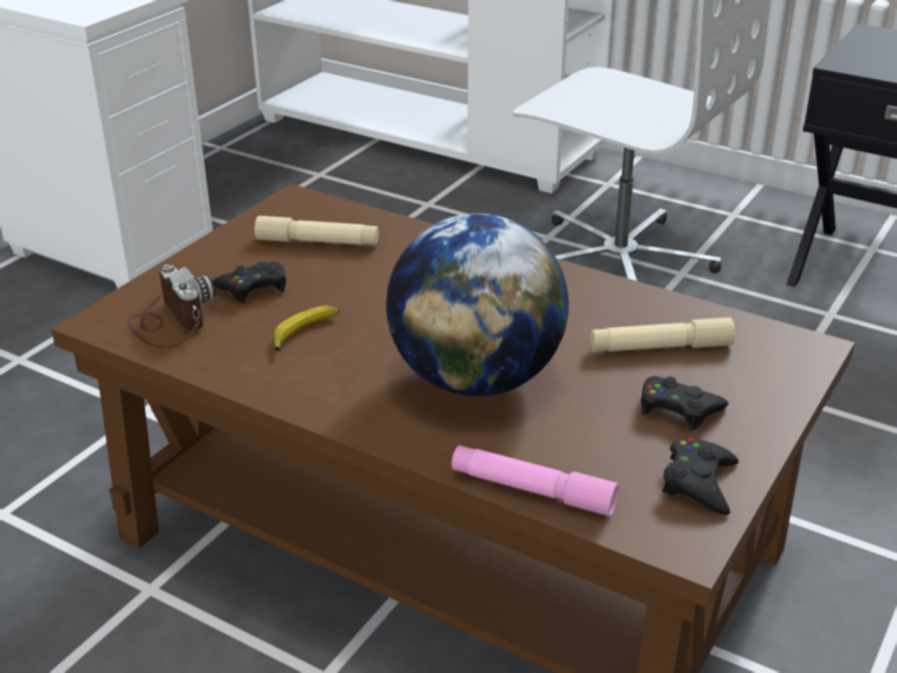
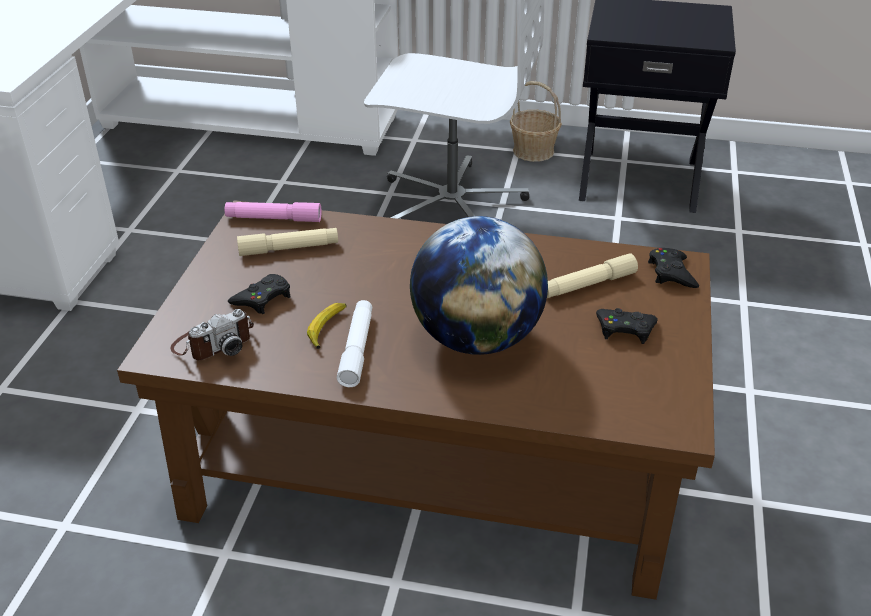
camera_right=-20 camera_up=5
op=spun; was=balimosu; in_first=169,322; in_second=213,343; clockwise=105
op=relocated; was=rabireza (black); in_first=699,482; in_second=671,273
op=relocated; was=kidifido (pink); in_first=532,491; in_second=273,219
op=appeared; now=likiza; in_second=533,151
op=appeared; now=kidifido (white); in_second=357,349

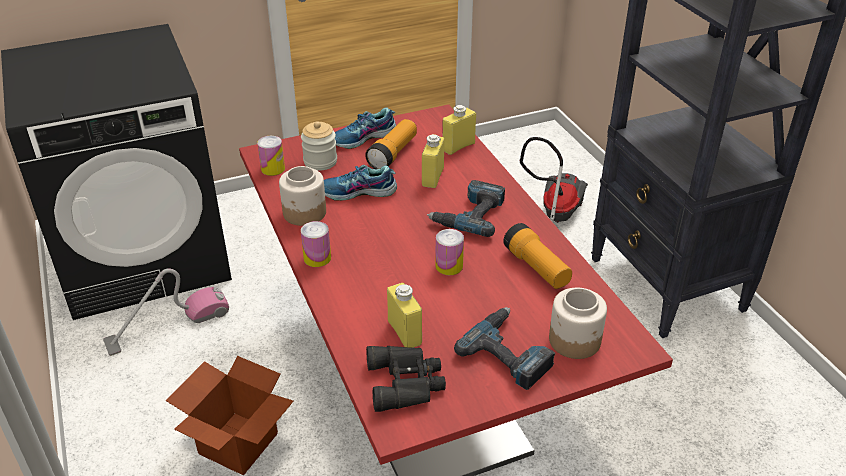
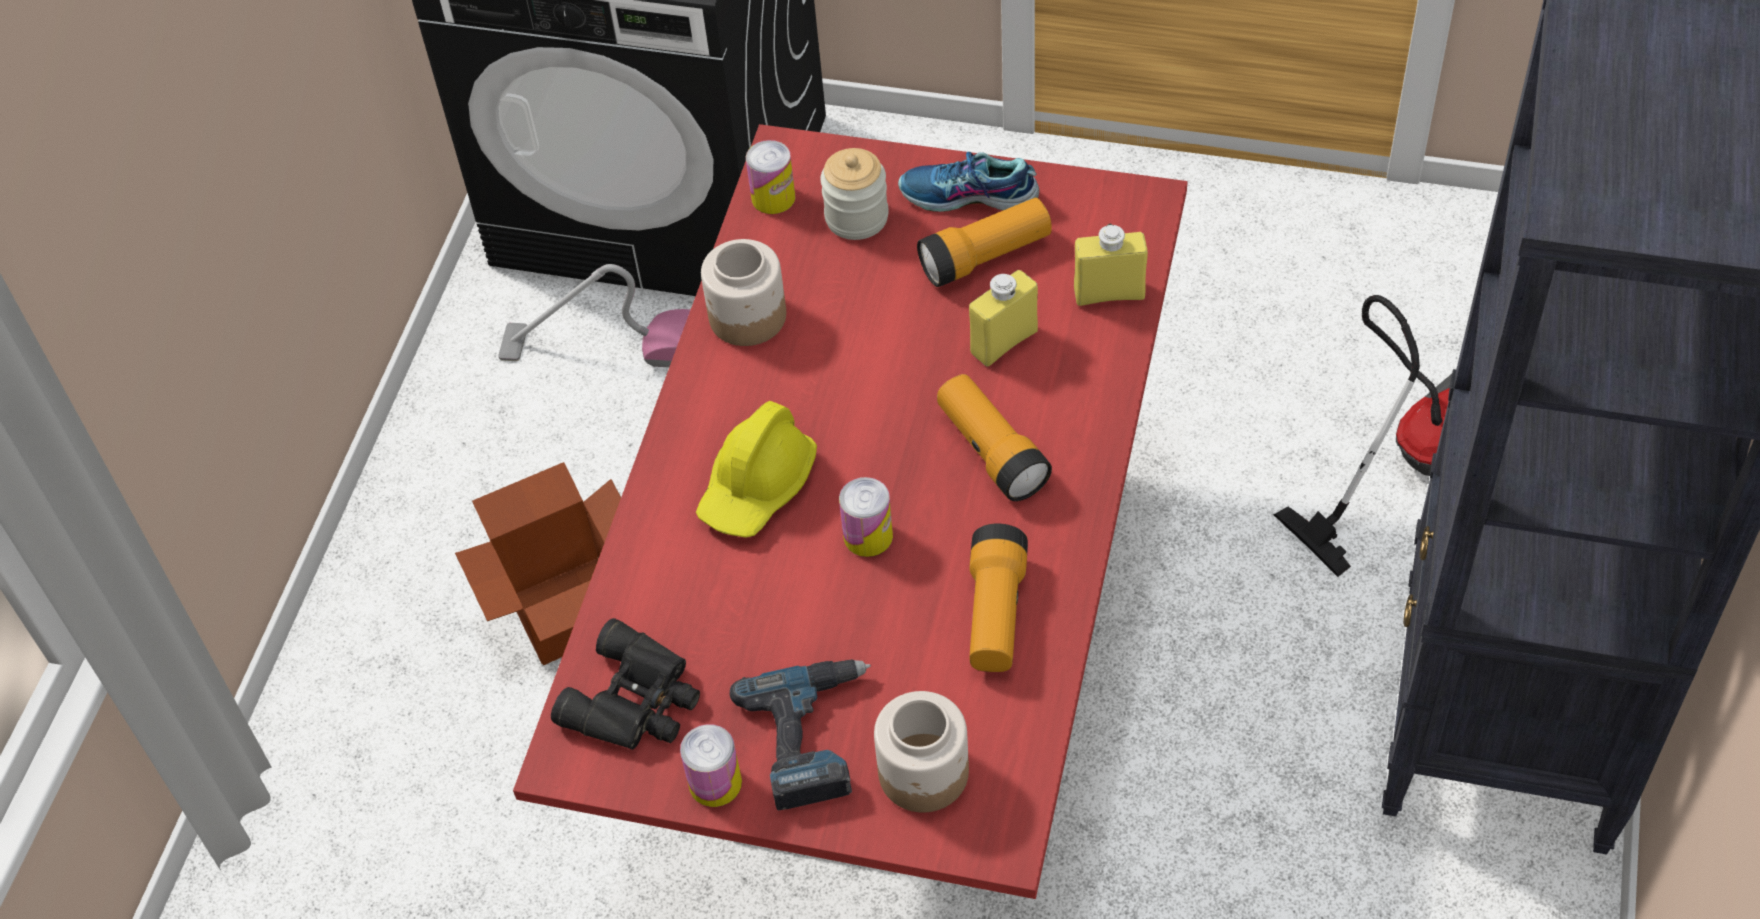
camera_right=40 camera_up=15
op=missing; was=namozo; in_first=358,192
op=exchanged; was=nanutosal; now=kidifido; in_first=469,214; in_second=991,451
op=relocated; was=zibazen; in_first=317,258; in_second=715,783
op=missing; was=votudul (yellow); in_first=404,333
op=appeared; now=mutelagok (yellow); in_second=758,486

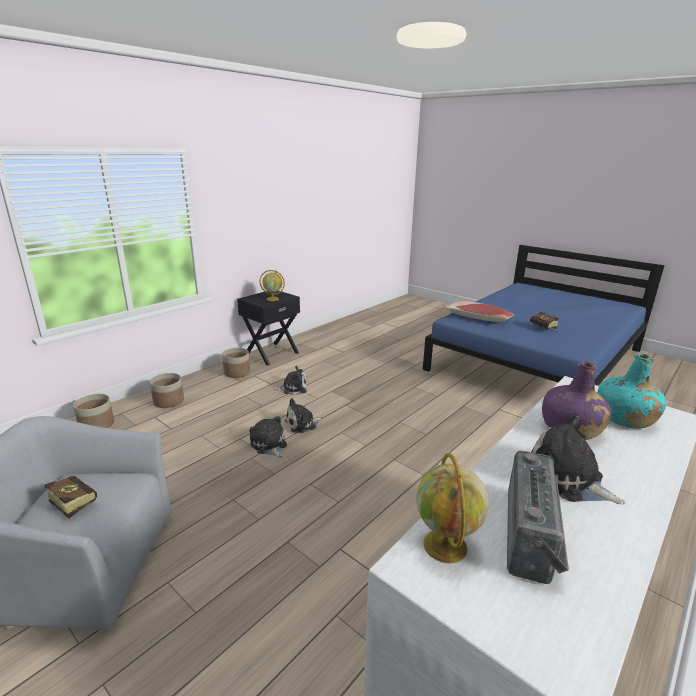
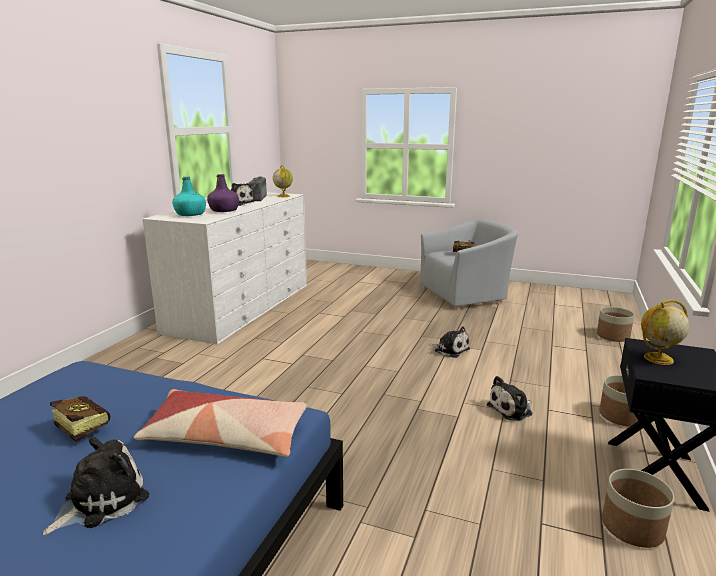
camera_right=160 camera_up=-5
op=relocated; was=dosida; in_first=168,401; in_second=632,527
op=relocated; was=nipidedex; in_first=302,424; in_second=101,500

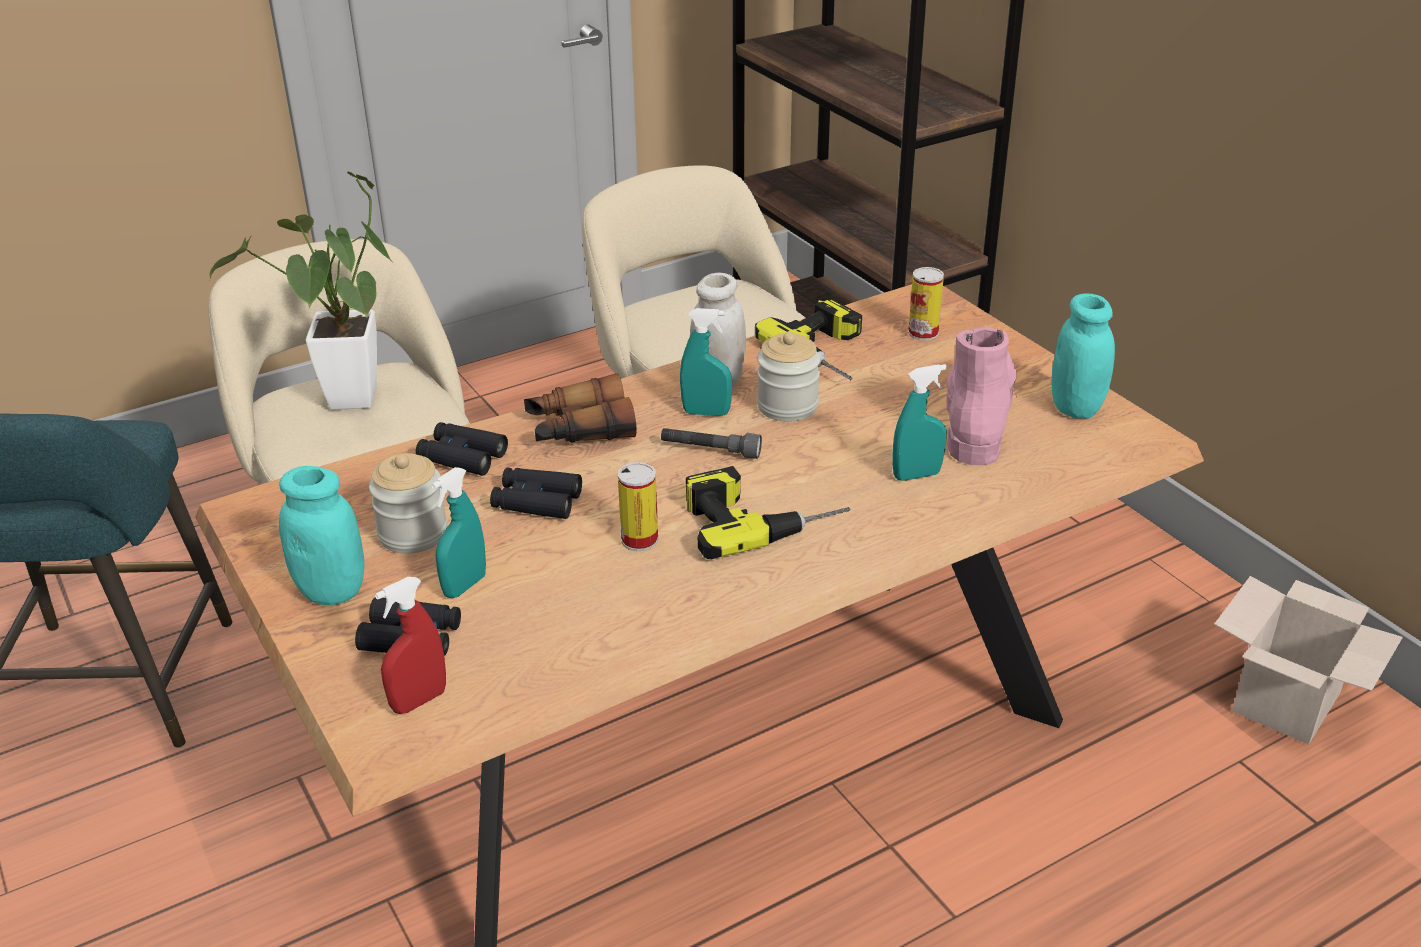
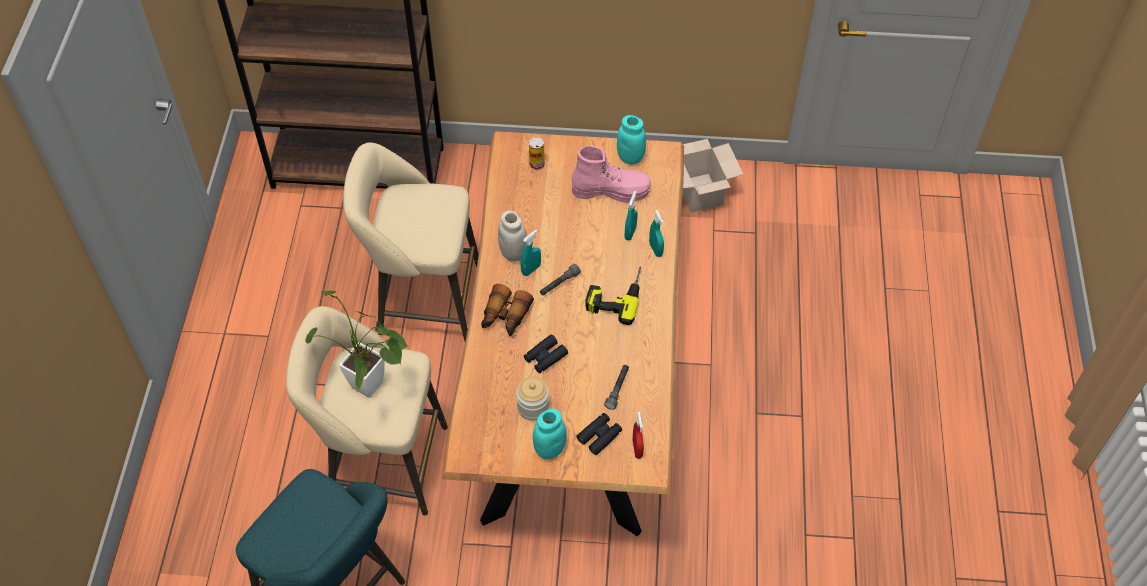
camera_right=-55 camera_up=20
op=missing; was=nanutosal; in_first=830,352
op=spun; was=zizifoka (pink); in_first=977,418; in_second=611,190; clockwise=135
op=missing; was=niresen; in_first=787,406
op=missing; was=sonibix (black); in_first=462,457
op=missing; was=zibazen; in_first=639,539
op=relocated; was=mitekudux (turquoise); in_first=464,586; in_second=655,249
op=appeared; now=kidifido (grey); in_second=617,389

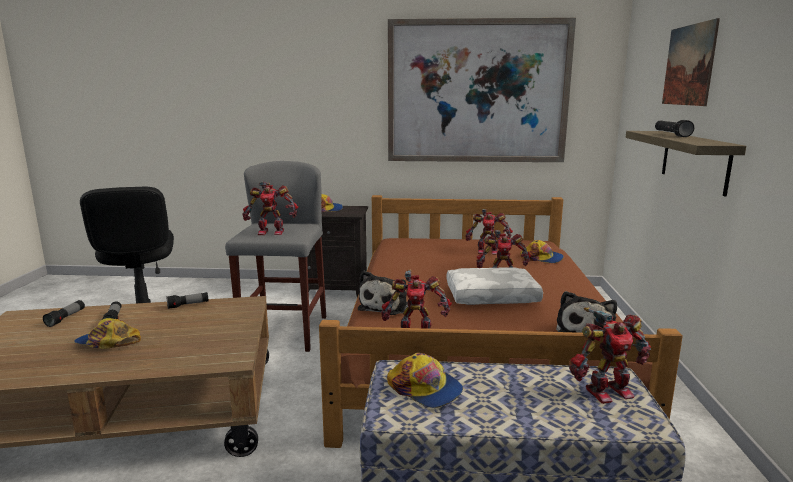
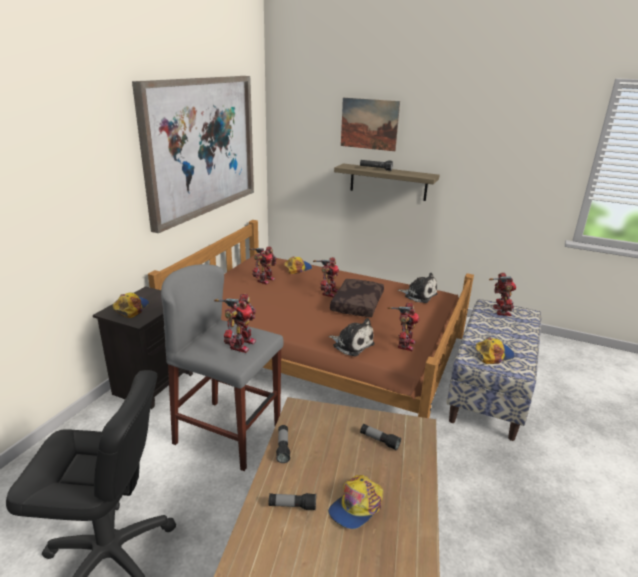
camera_right=-70 camera_up=10
op=colour; was=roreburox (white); now=roreburox (brown); in_first=492,296; in_second=356,304
op=relocated; was=kidifido; in_first=66,318; in_second=379,441

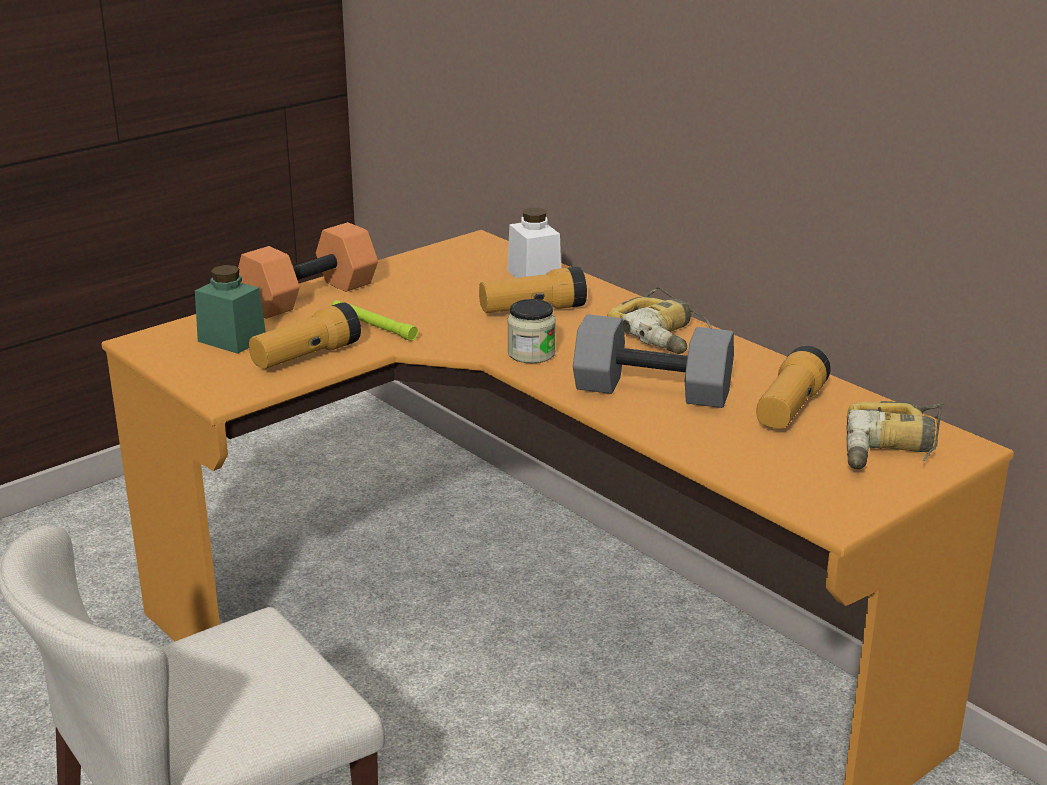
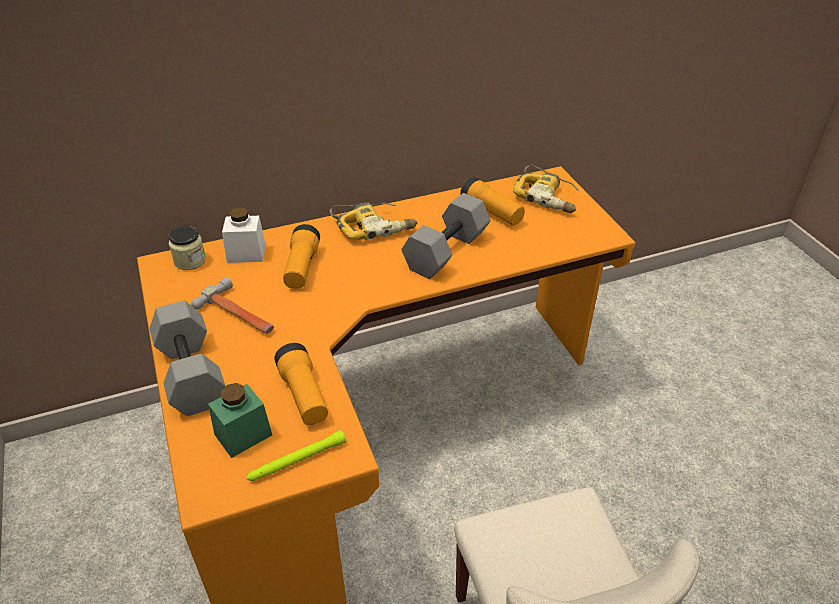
camera_right=-70 camera_up=15
op=colour; was=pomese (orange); now=pomese (grey); in_first=310,297; in_second=193,373
op=relocated; was=niresen; in_first=531,354; in_second=190,261
op=relocated; was=kidifido (green); in_first=372,325; in_second=297,461
op=appeared; now=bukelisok; in_second=239,314

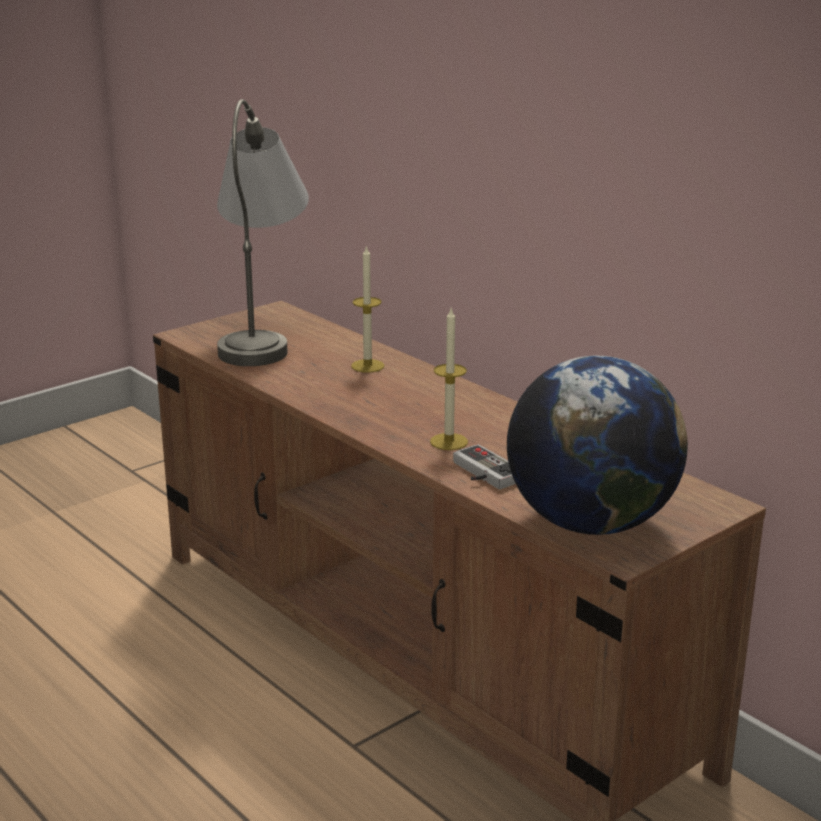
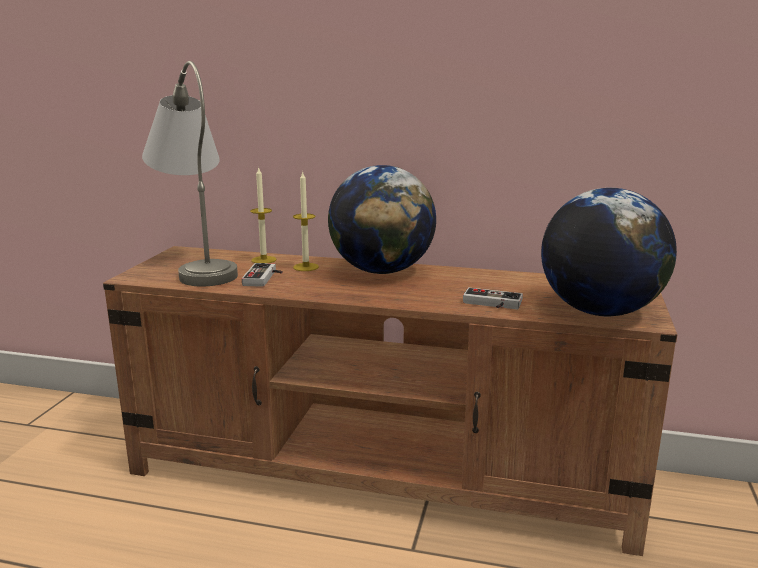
camera_right=-35 camera_up=-5
op=relocated; was=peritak; in_first=449,442; in_second=263,260
op=appeared; now=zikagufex; in_second=382,271
op=appeared; now=rabireza; in_second=264,278

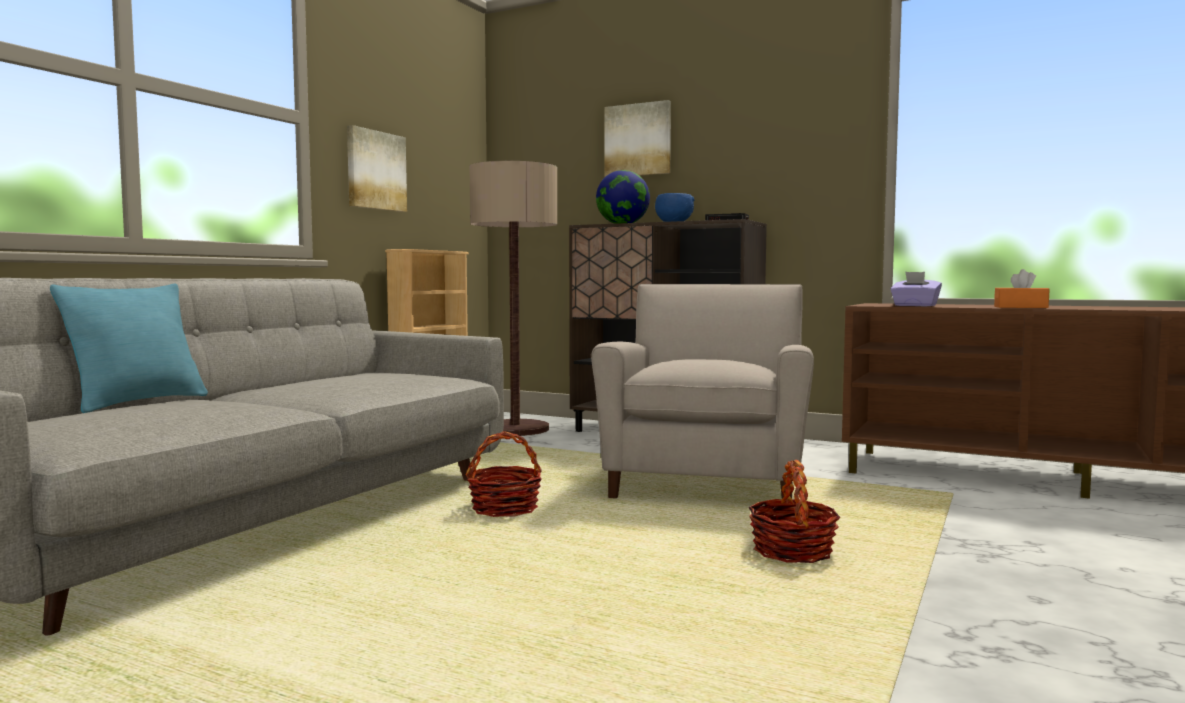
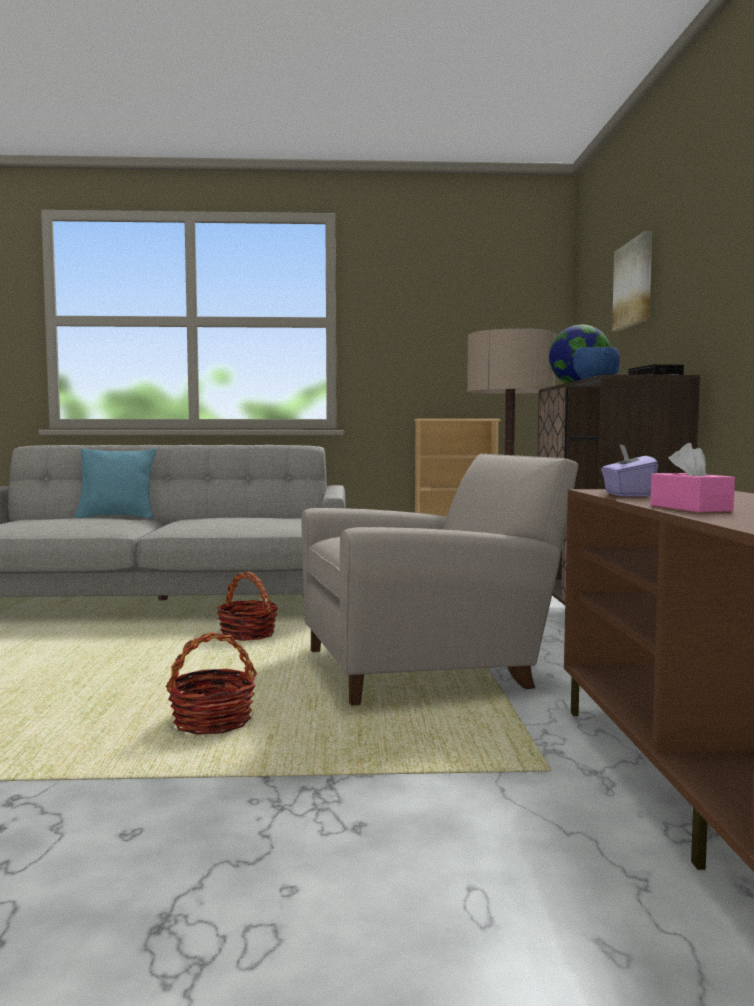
camera_right=60 camera_up=0
op=missing; was=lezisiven; in_first=375,170
op=colour; was=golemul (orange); now=golemul (pink); in_first=1020,307; in_second=690,508

